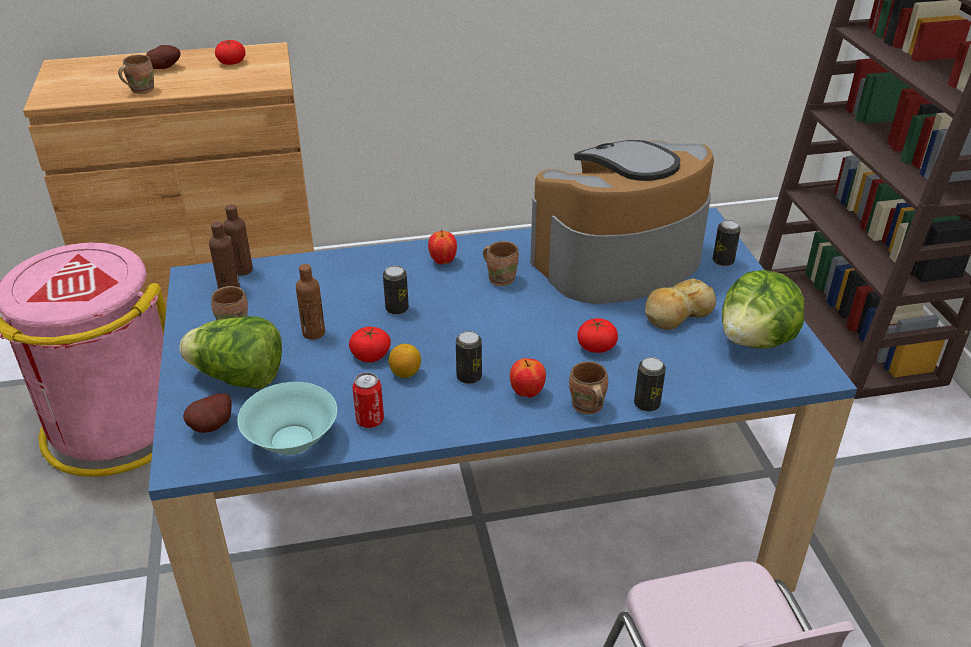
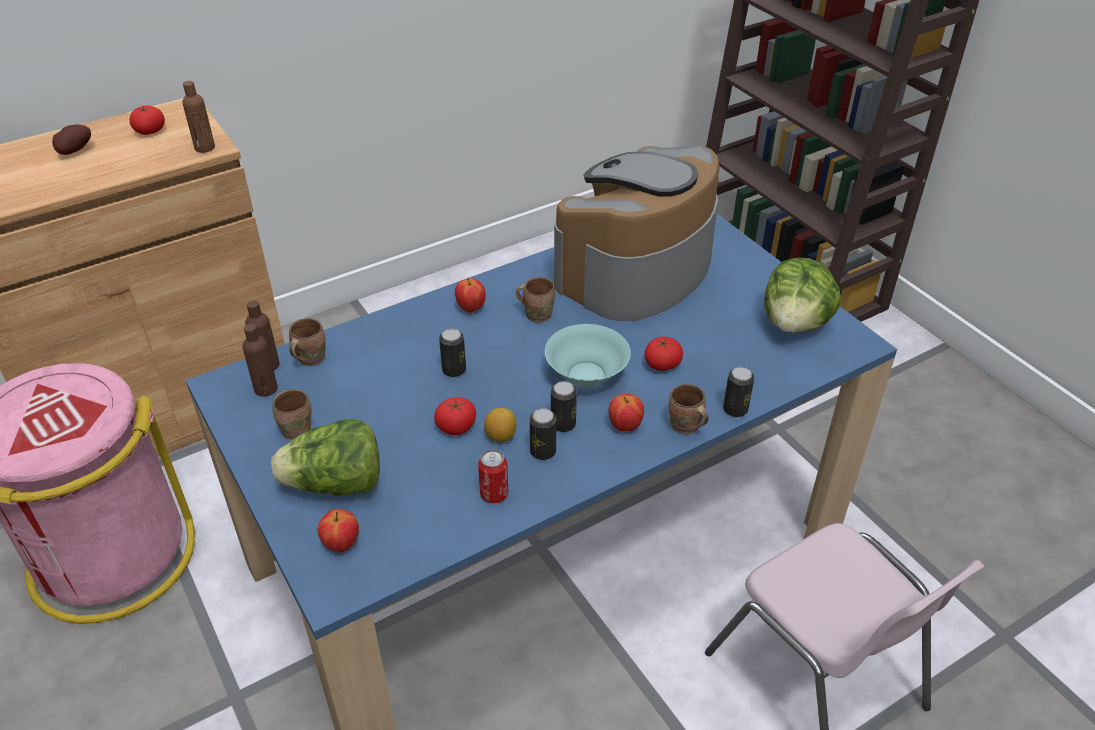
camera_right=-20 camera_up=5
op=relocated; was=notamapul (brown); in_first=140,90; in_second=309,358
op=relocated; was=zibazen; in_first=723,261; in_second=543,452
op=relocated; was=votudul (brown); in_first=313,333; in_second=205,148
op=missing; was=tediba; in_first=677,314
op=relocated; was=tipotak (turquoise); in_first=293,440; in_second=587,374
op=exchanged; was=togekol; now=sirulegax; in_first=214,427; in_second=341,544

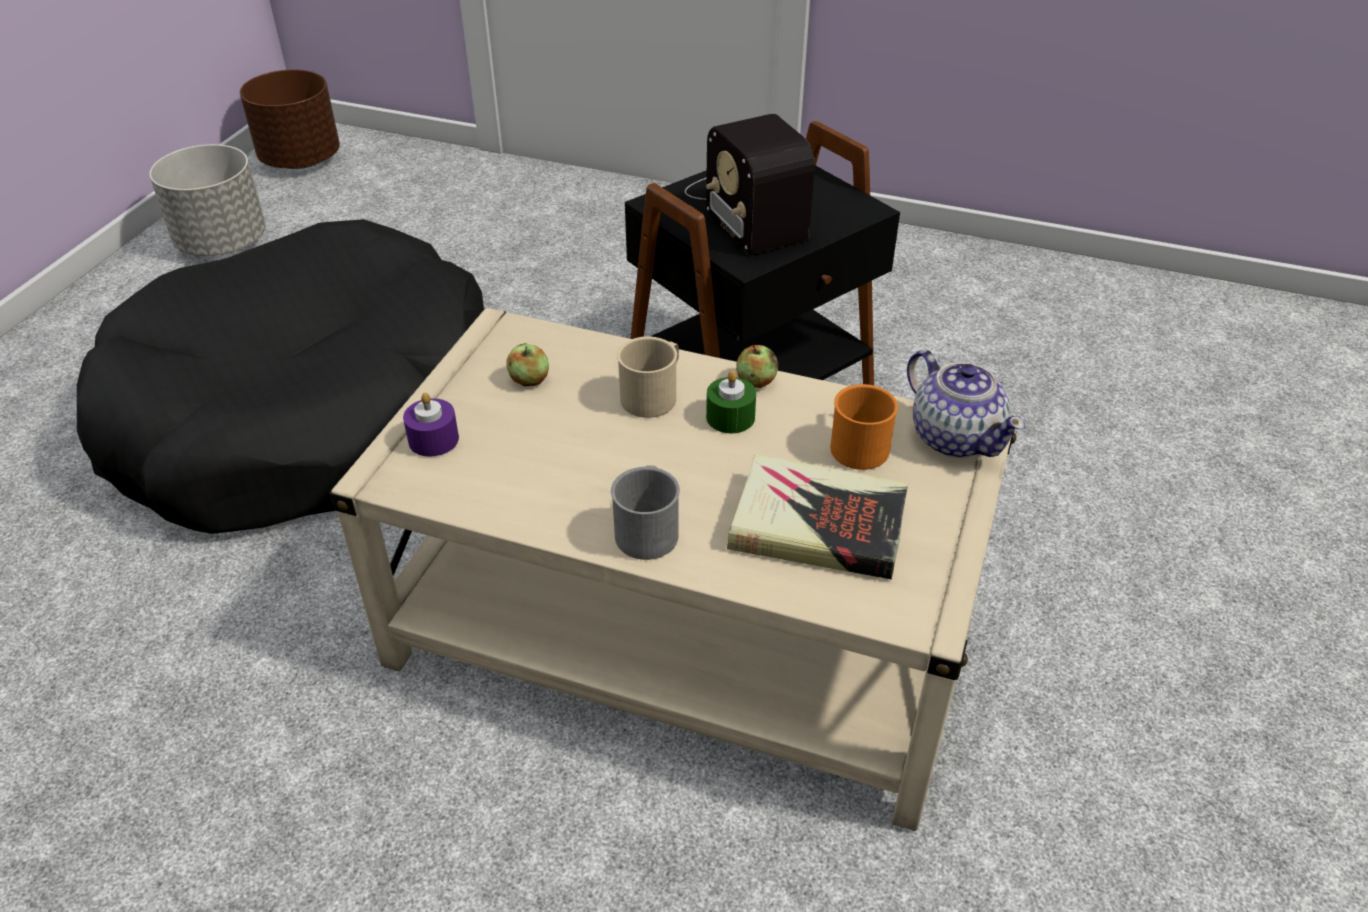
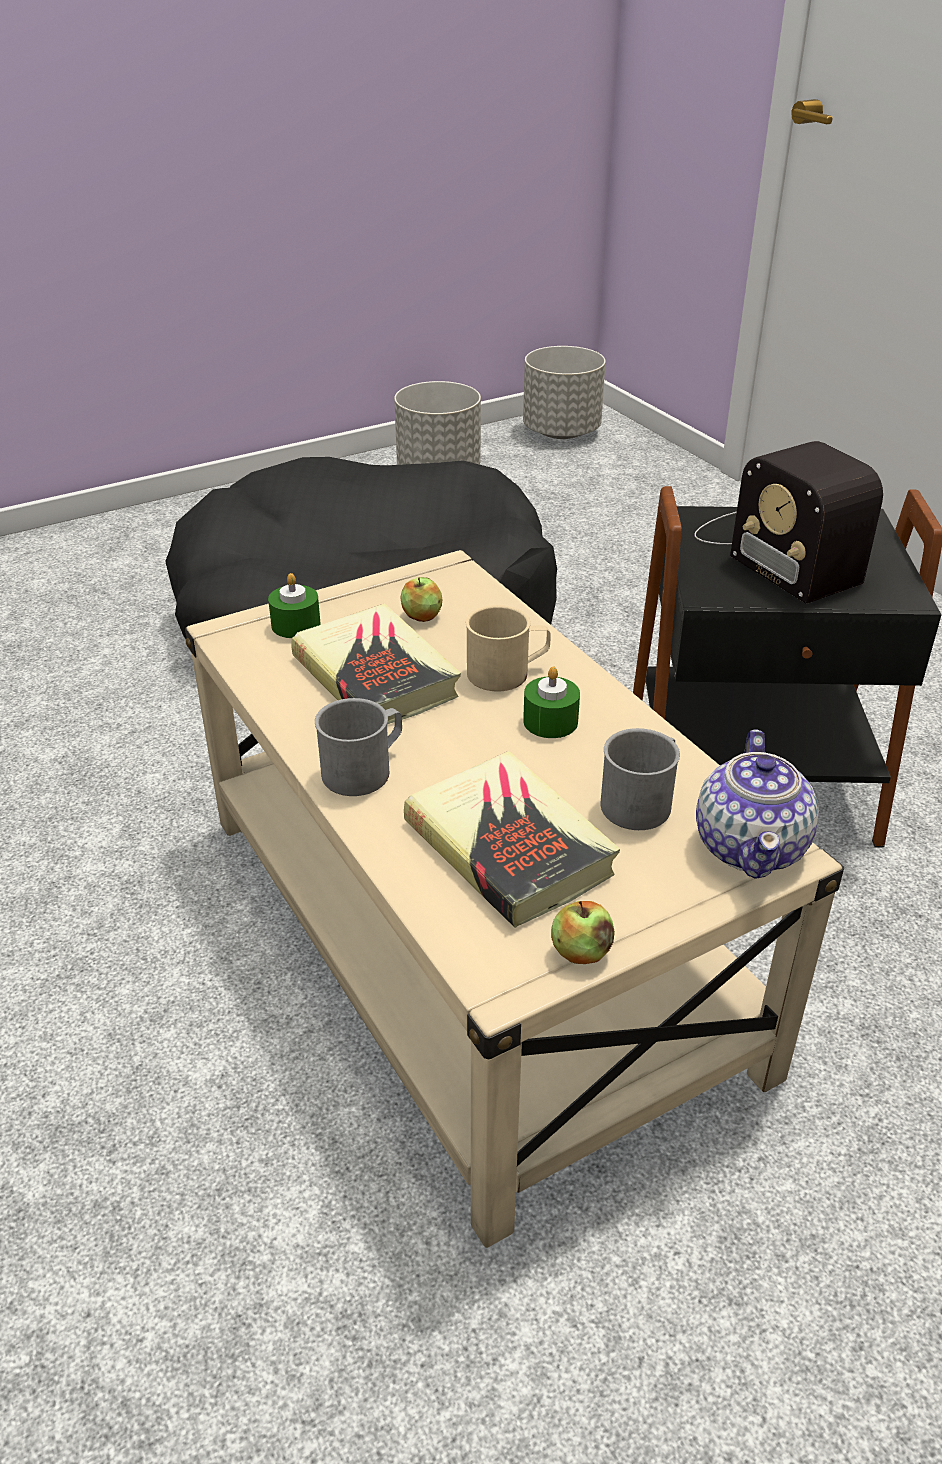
camera_right=40 camera_up=-5
op=colour; was=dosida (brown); now=dosida (grey); in_first=300,160; in_second=560,432
op=spun; was=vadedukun; in_first=746,207; in_second=773,550; clockwise=-45
op=relocated; was=sirulegax; in_first=756,381; in_second=581,952
op=colour; was=notamapul (orange); now=notamapul (grey); in_first=857,443; in_second=642,801
op=colour; was=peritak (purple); now=peritak (green); in_first=433,439; in_second=296,625
op=appeared; now=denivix; in_second=375,676

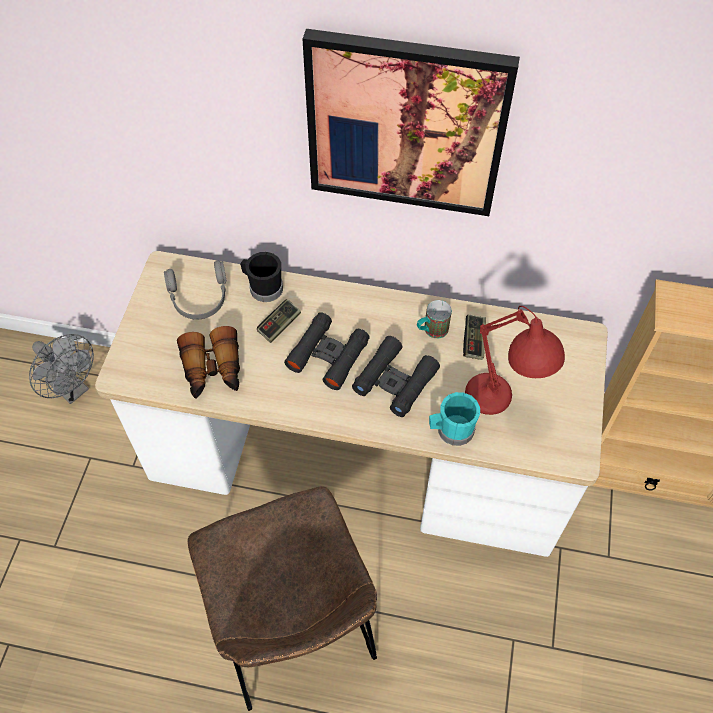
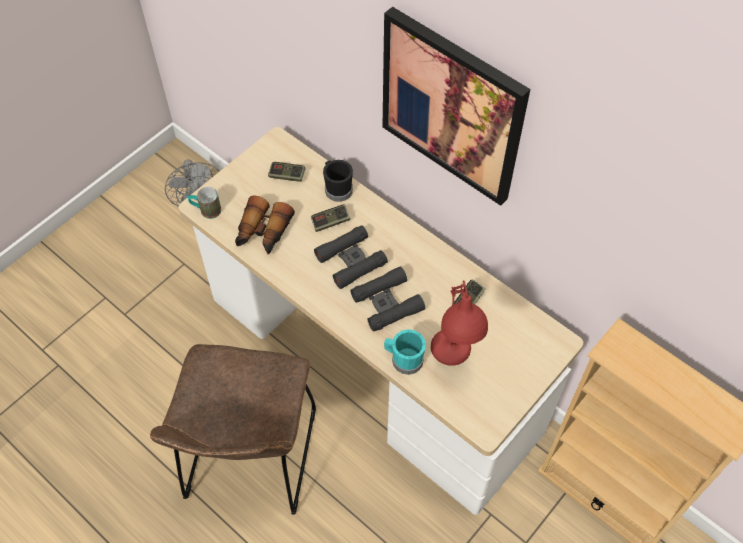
camera_right=30 camera_up=0
op=exchanged; was=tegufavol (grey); now=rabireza; in_first=199,298; in_second=287,176
op=relocated; was=notamapul; in_first=431,331; in_second=206,210

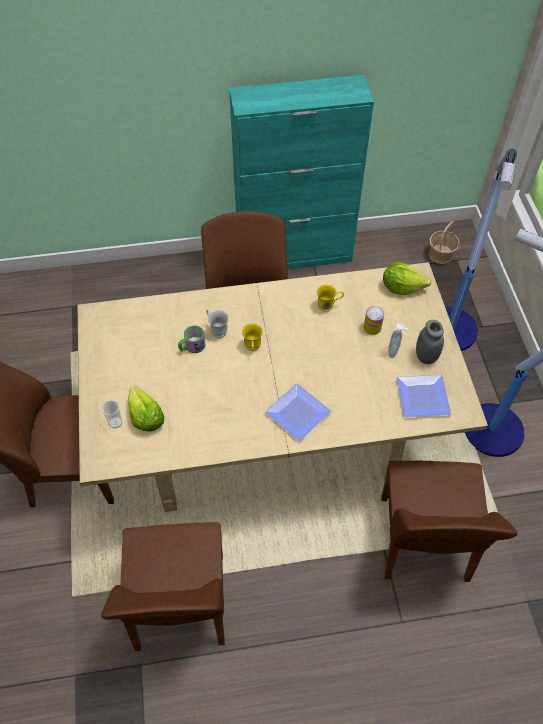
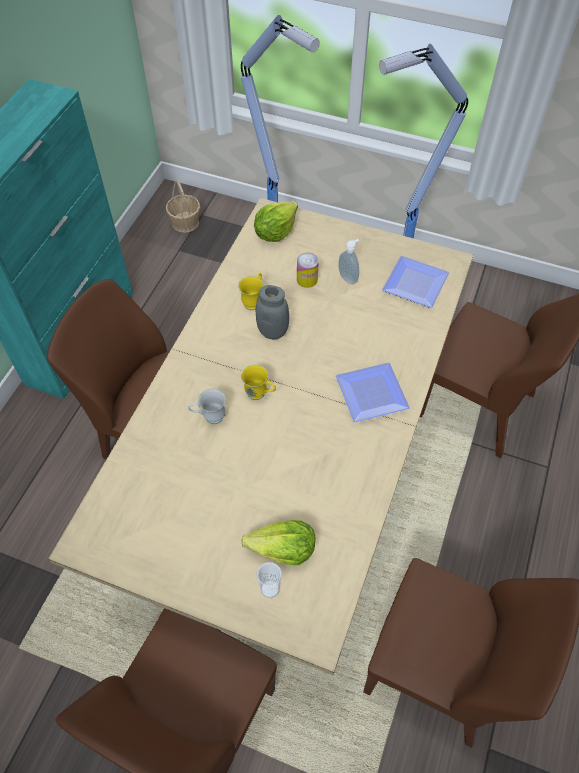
camera_right=-60 camera_up=0
op=relocated; was=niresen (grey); in_first=426,356; in_second=273,331
op=missing; was=notamapul; in_first=192,347

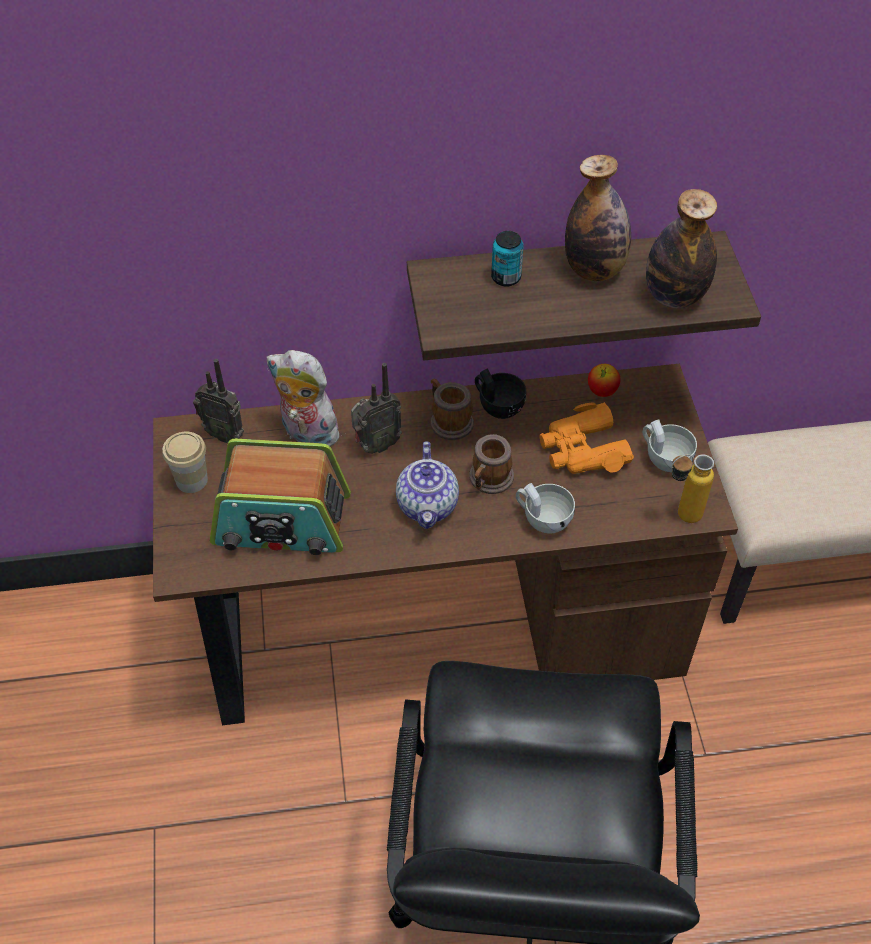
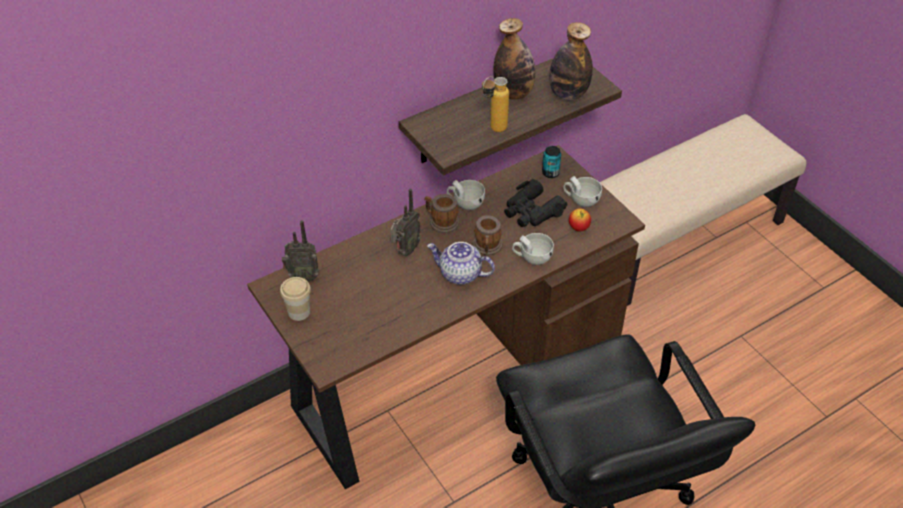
camera_right=-25 camera_up=-5
op=relocated; was=zibazen; in_first=506,277; in_second=550,173
op=missing; was=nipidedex; in_first=306,434
op=relocated; was=sirulegax; in_first=602,391; in_second=578,228
op=colour; was=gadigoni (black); now=gadigoni (white); in_first=497,405; in_second=465,203
op=colour; was=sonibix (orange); now=sonibix (black); in_first=582,450; in_second=532,211
op=missing; was=vadedukun; in_first=281,521
op=spun; was=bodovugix; in_first=428,506; in_second=460,274; clockwise=135
op=relocated; was=votudul; in_first=679,516; in_second=493,130

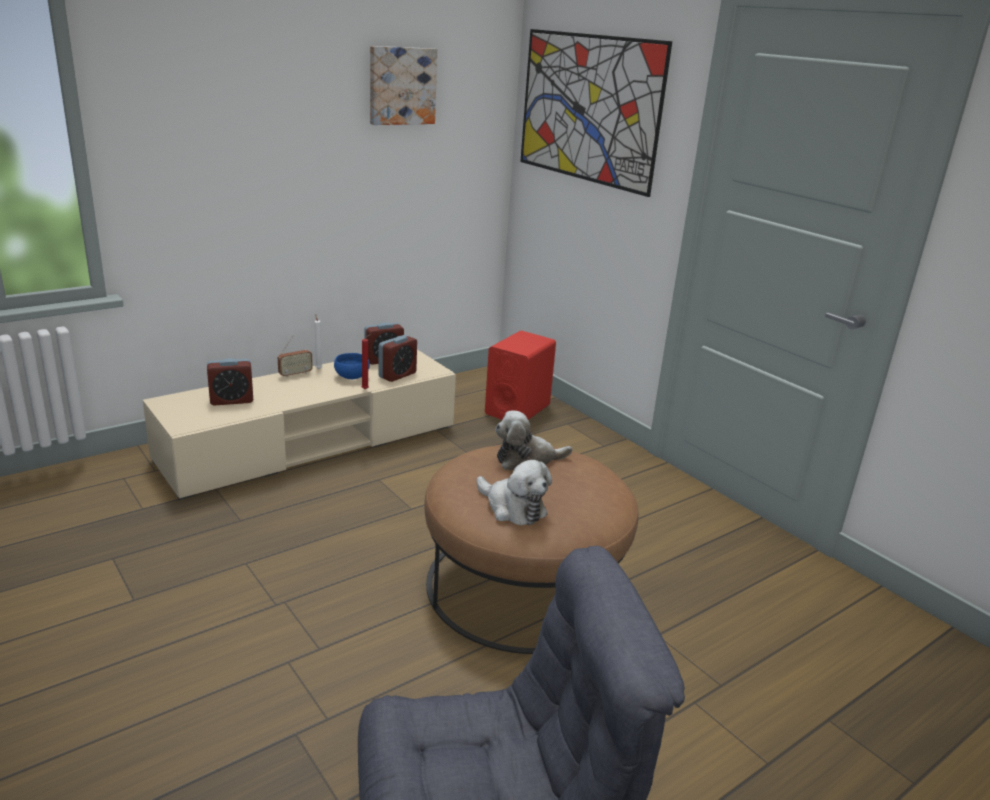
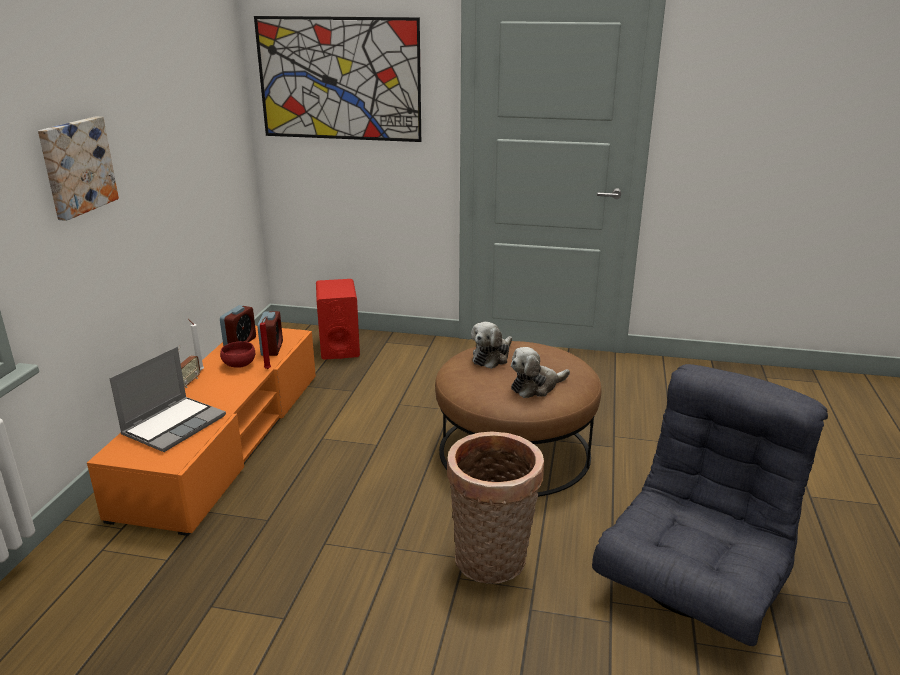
camera_right=-40 camera_up=0
op=relocated; was=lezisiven; in_first=401,85; in_second=76,166
op=colour; was=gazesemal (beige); now=gazesemal (orange); in_first=311,443; in_second=225,440
op=colour; was=tipotak (blue); now=tipotak (red); in_first=351,376; in_second=238,365
op=exchanged; was=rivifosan; now=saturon; in_first=231,400; in_second=174,425
op=spun; was=nipidedex; in_first=512,508; in_second=536,387; clockwise=150
op=appeared; now=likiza; in_second=491,563

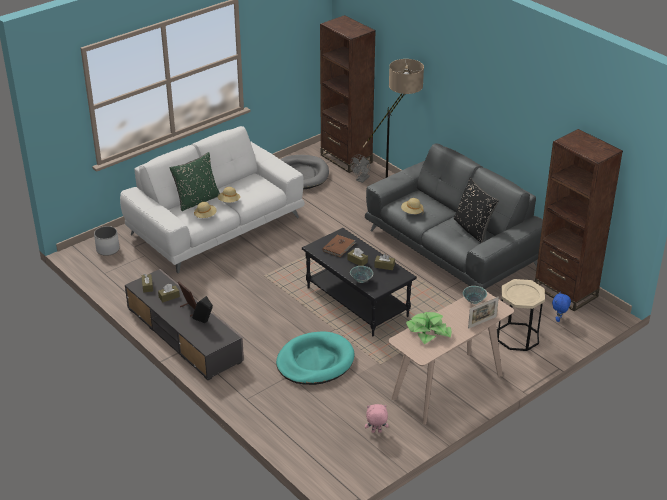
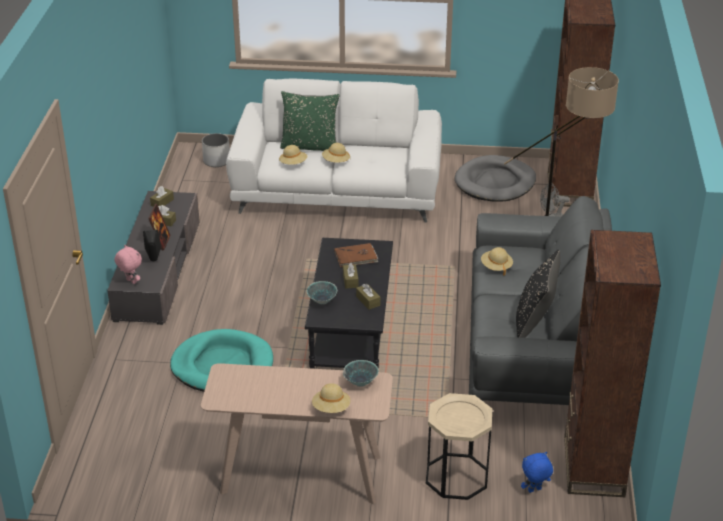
camera_right=45 camera_up=0
op=exchanged; was=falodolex; now=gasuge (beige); in_first=482,322; in_second=331,408
op=missing; was=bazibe; in_first=428,332
op=relocated; was=nipidedex (pink); in_first=376,432; in_second=130,281

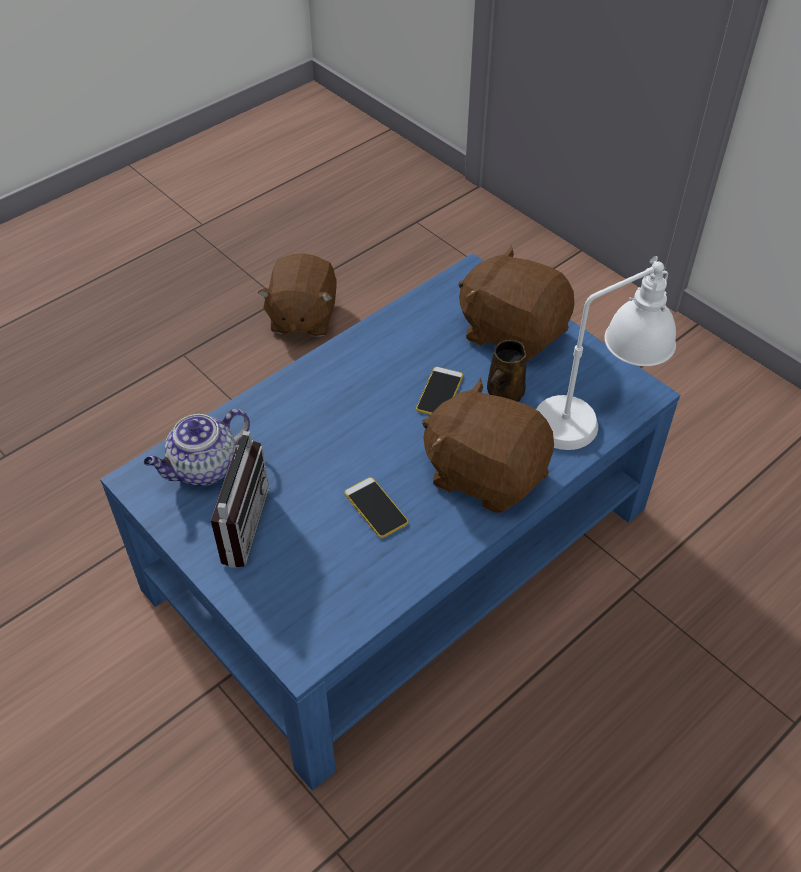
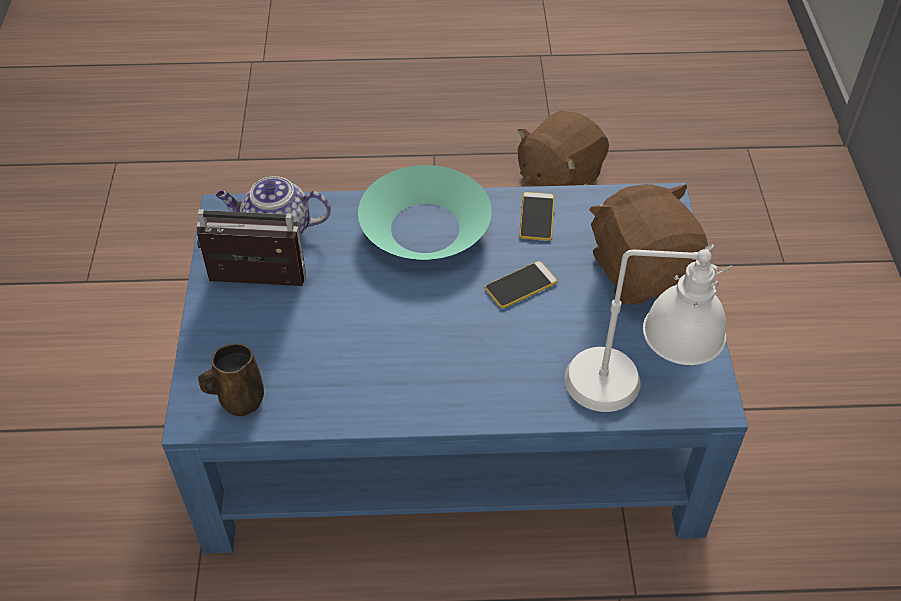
camera_right=40 camera_up=0
op=relocated; was=notamapul (brown); in_first=503,394; in_second=239,400
op=missing; was=nipidedex (brown); in_first=485,473
op=spun; was=vadedukun; in_first=234,523; in_second=254,286; clockwise=-135
op=relocated; was=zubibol; in_first=376,508; in_second=536,217
op=appeared; now=tipotak (turquoise); in_second=424,228

